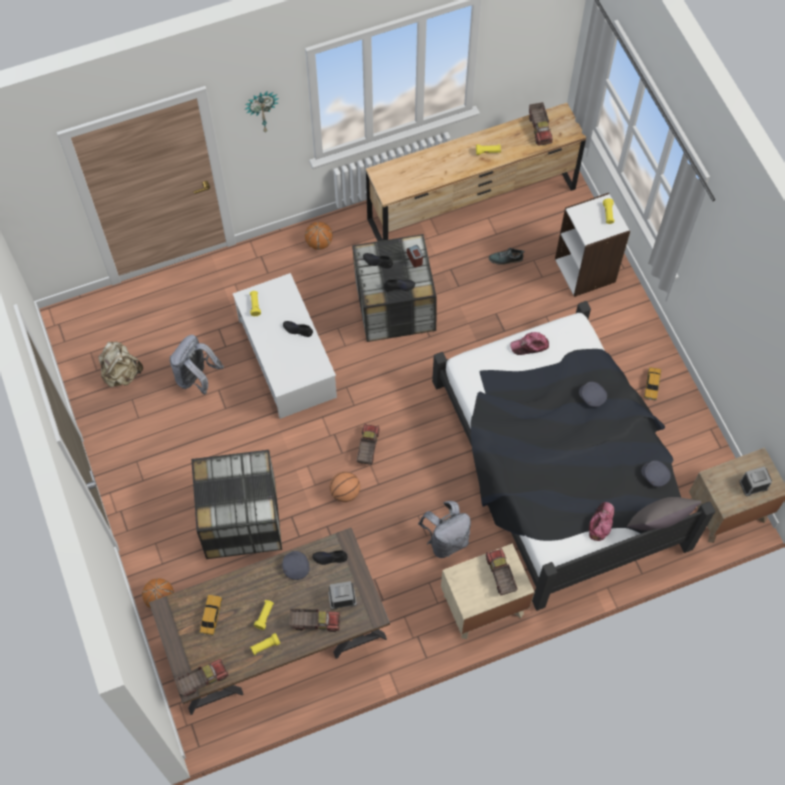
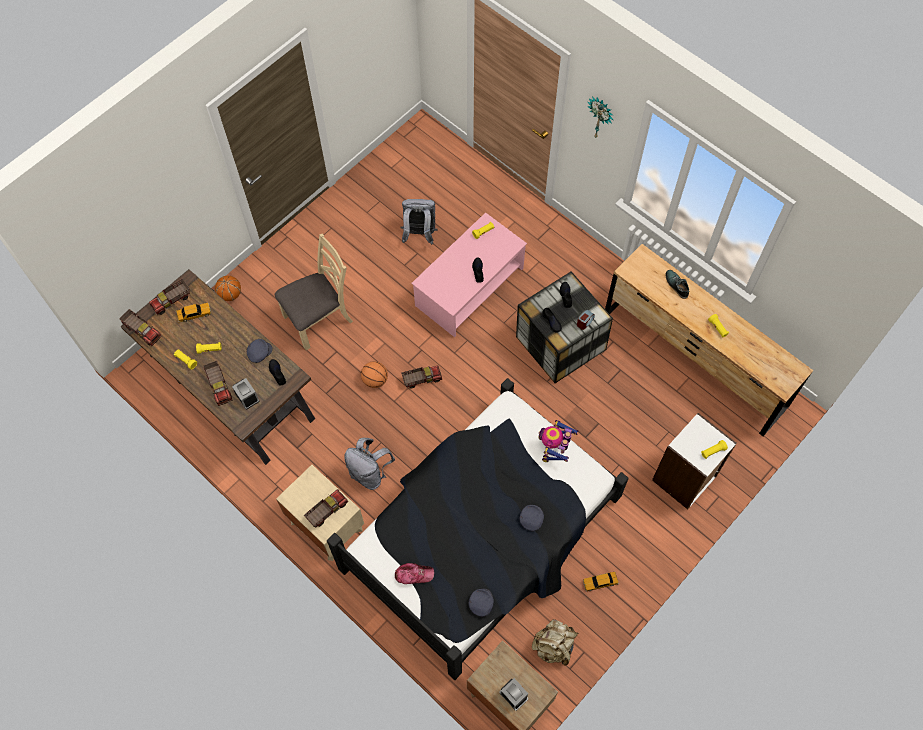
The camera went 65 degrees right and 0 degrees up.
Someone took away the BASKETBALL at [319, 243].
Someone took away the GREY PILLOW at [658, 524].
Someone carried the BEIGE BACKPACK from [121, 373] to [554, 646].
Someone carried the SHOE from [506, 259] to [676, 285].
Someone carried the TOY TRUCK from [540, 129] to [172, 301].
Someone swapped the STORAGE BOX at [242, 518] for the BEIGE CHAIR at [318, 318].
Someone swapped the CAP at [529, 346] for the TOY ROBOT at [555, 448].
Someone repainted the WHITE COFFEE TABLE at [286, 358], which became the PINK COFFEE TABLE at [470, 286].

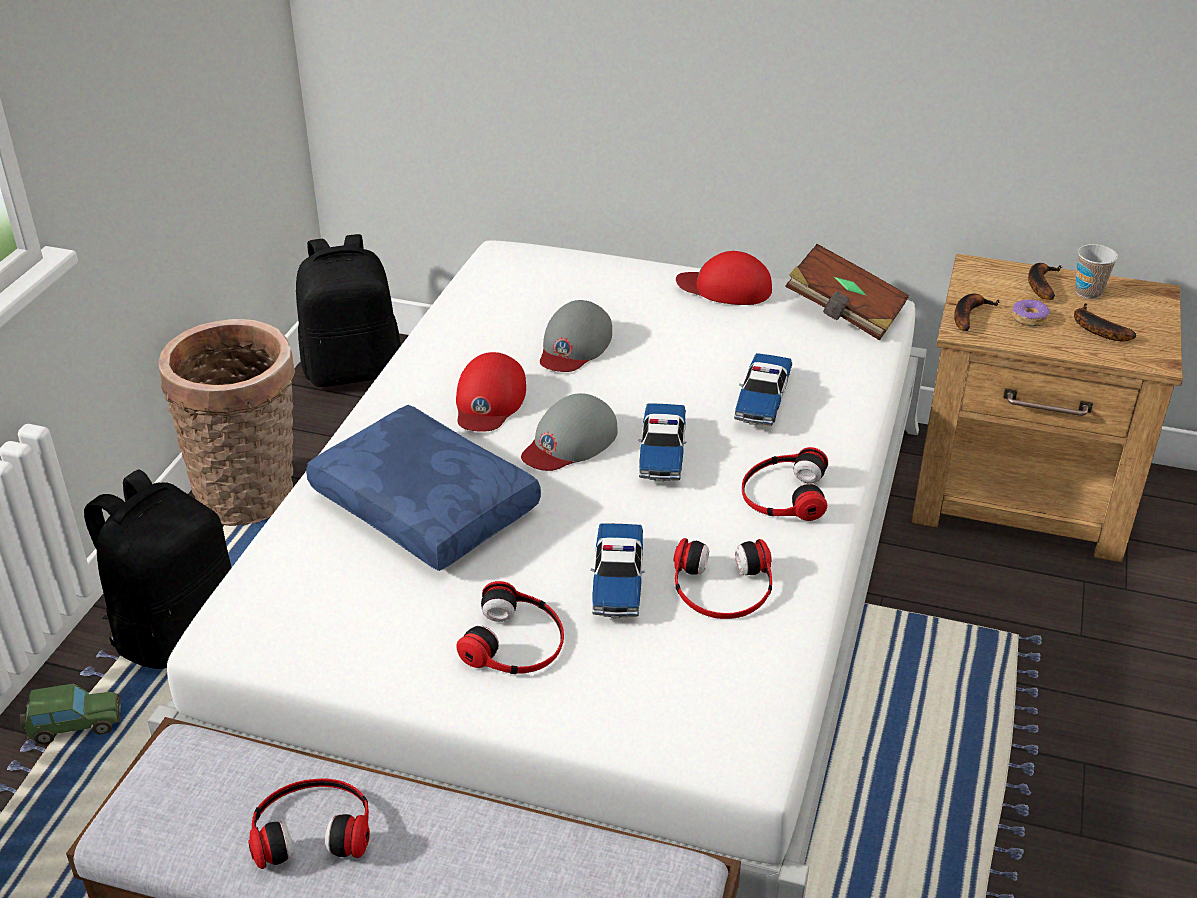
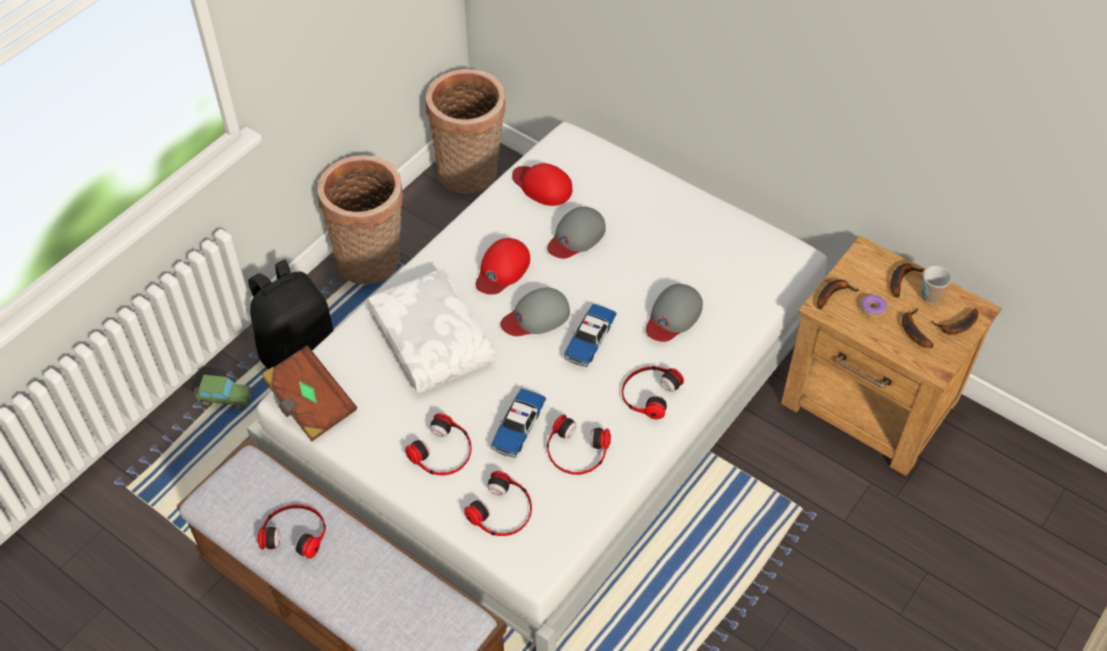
The camera went 20 degrees right and 15 degrees up.
Someone put down the HEADPHONES at [502, 511].
Someone put down the BANANA at [957, 327].
Someone carried the RED CAP from [725, 287] to [542, 186].
Someone carried the BROWN BOOK from [844, 312] to [310, 404].
Someone swapped the BLACK BACKPACK at [354, 370] for the BASKET at [471, 174].
Someone swapped the TOY CAR at [762, 399] for the GREY CAP at [673, 316].
Someone repainted the BLUE PILLOW at [428, 504], which became the WHITE PILLOW at [434, 340].

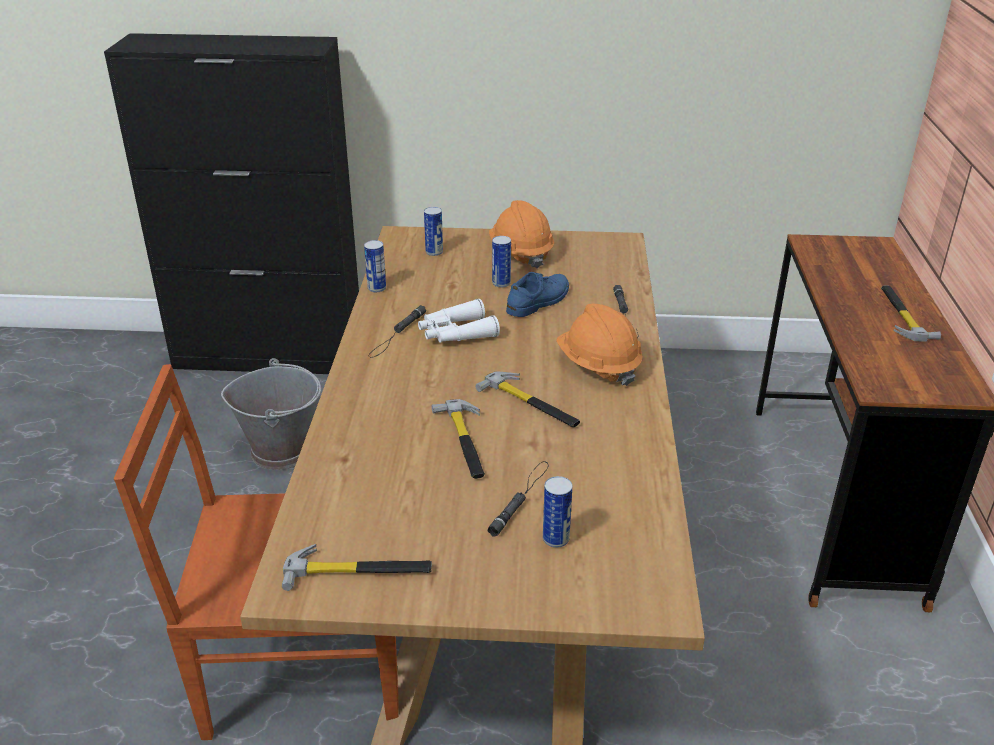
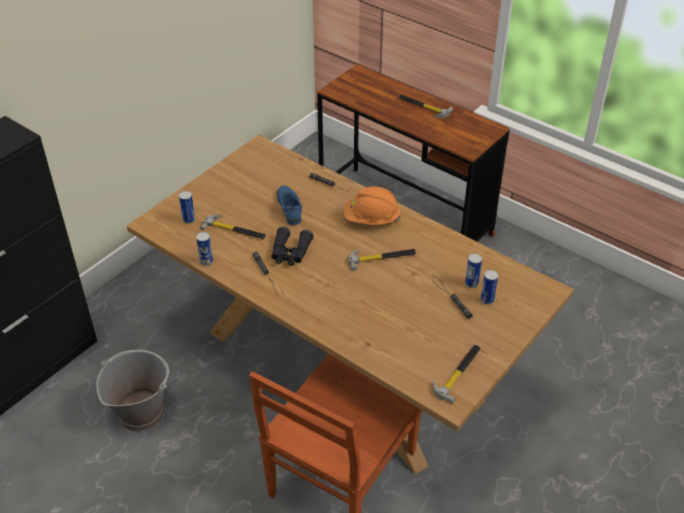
The camera went 55 degrees left and 10 degrees up.
Someone took away the ORANGE HARD HAT at [520, 253].
Someone carried the HAMMER from [465, 441] to [234, 230].
Someone carried the CAN from [501, 283] to [471, 283].
Someone repainted the WHITE BINOCULARS at [456, 333], which became the BLACK BINOCULARS at [290, 253].

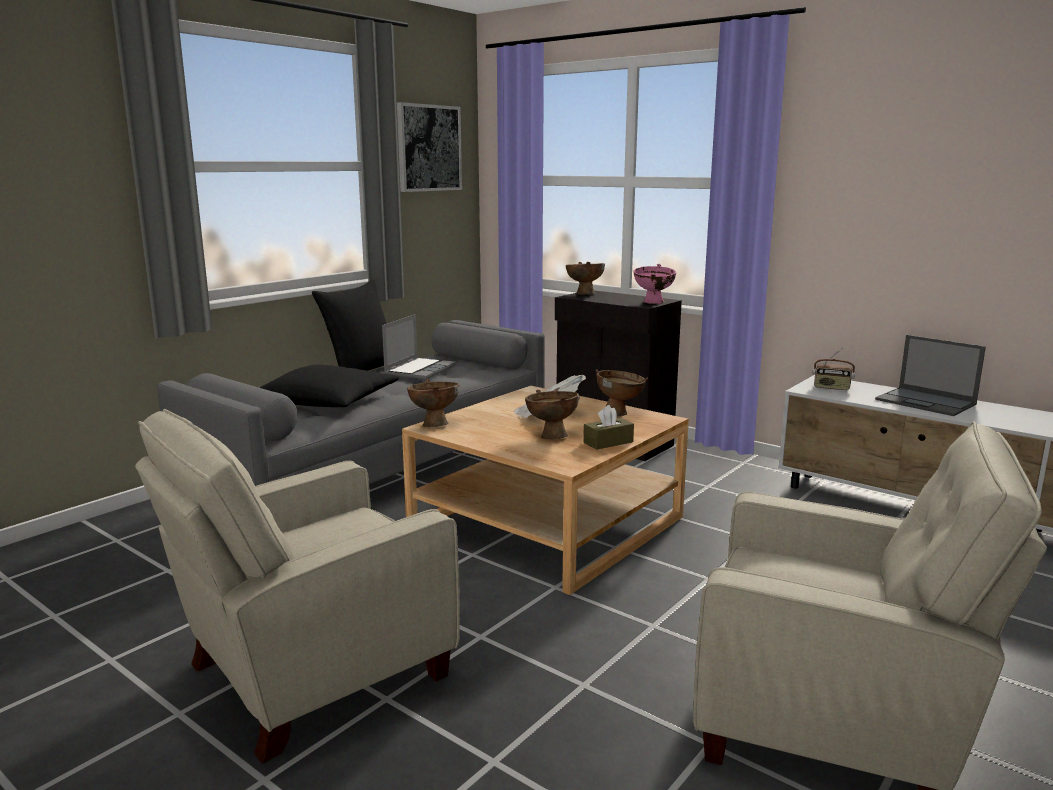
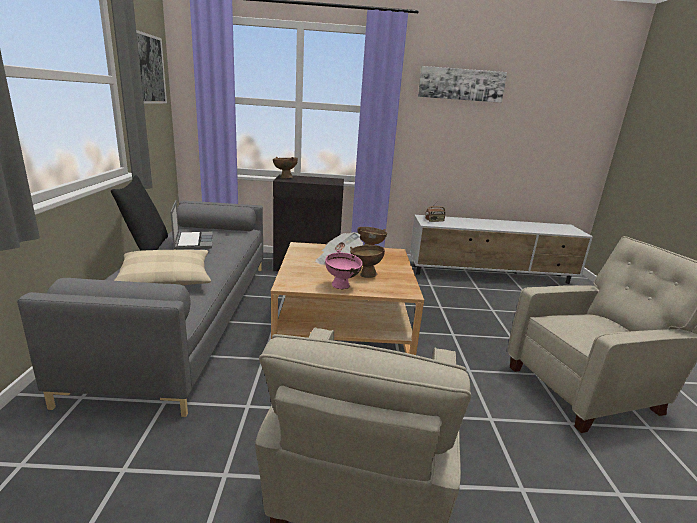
The camera went 40 degrees left and 5 degrees up.
Someone took away the BROWN BOWL at [434, 423].
Someone took away the BROWN TISSUE BOX at [608, 442].
Someone took away the LAPTOP at [926, 402].
Someone put up the PICTURE at [461, 84].
Someone carried the PINK BOWL from [653, 303] to [342, 287].
Someone repainted the BLACK PILLOW at [329, 401], which became the BEIGE PILLOW at [166, 279].

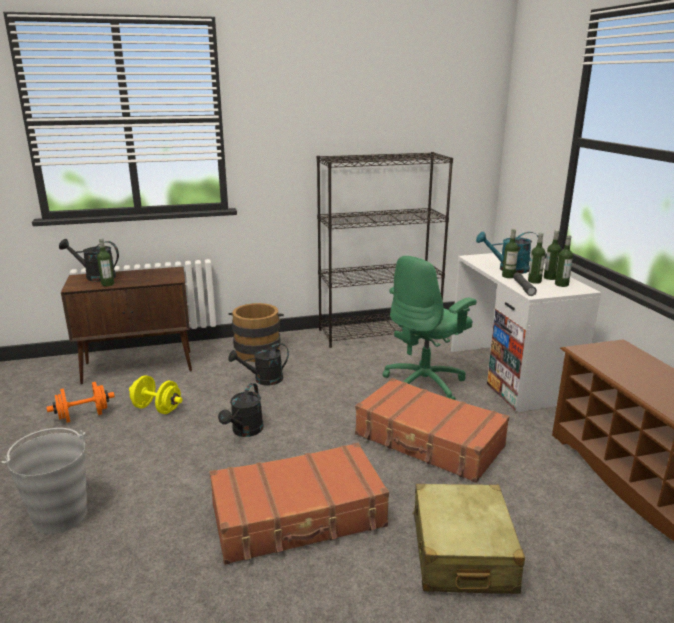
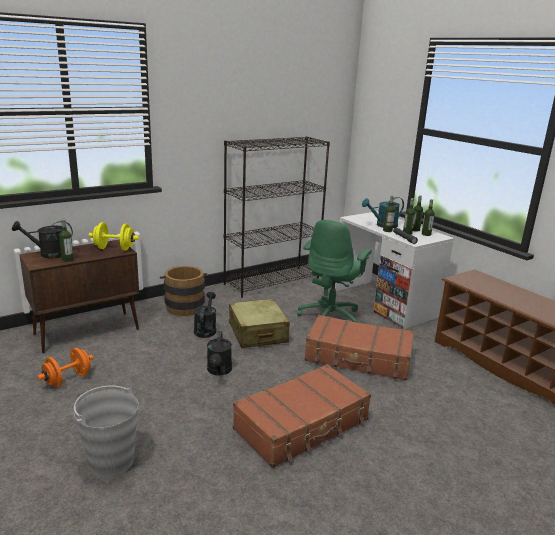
The camera went 20 degrees left and 0 degrees up.
Someone carried the YELLOW DUMBBELL from [157, 408] to [114, 249].
Someone carried the BEIGE SUITCASE from [462, 553] to [257, 333].
Someone rotated the BLACK WATERING CAN at [263, 380] by 135 degrees clockwise.

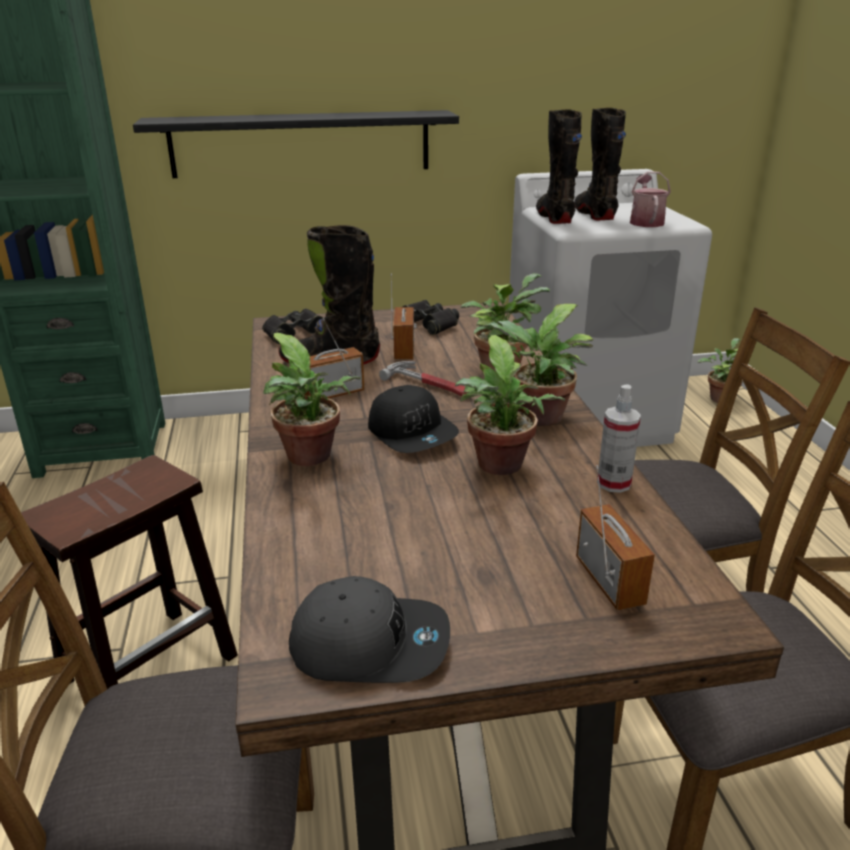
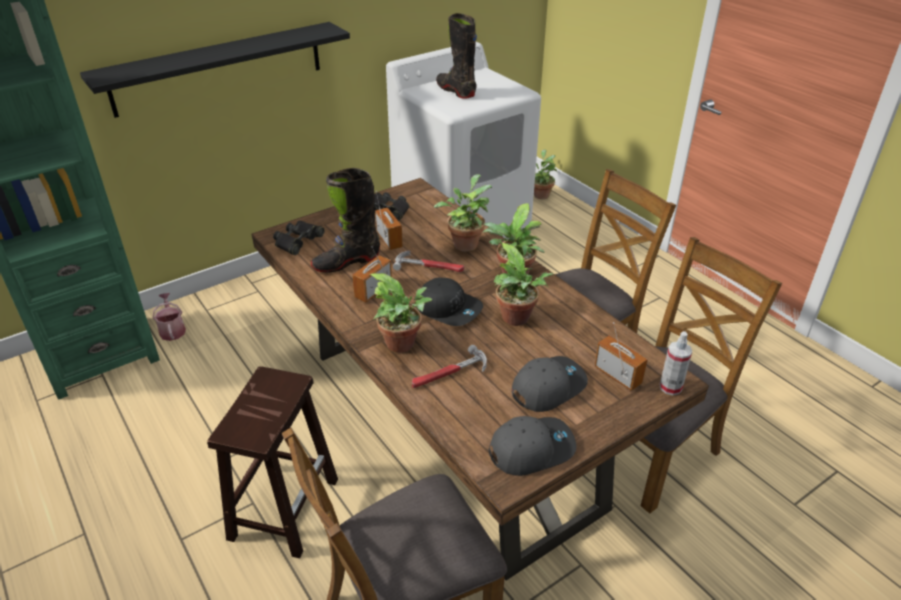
The camera went 25 degrees left and 10 degrees up.
Someone took away the BLACK BOOT at [554, 217].
Someone put down the HAMMER at [449, 373].
Someone put down the GREY CAP at [548, 386].
Someone carried the SPRAY BOTTLE from [614, 483] to [670, 387].
Someone carried the WATERING CAN from [645, 221] to [172, 330].

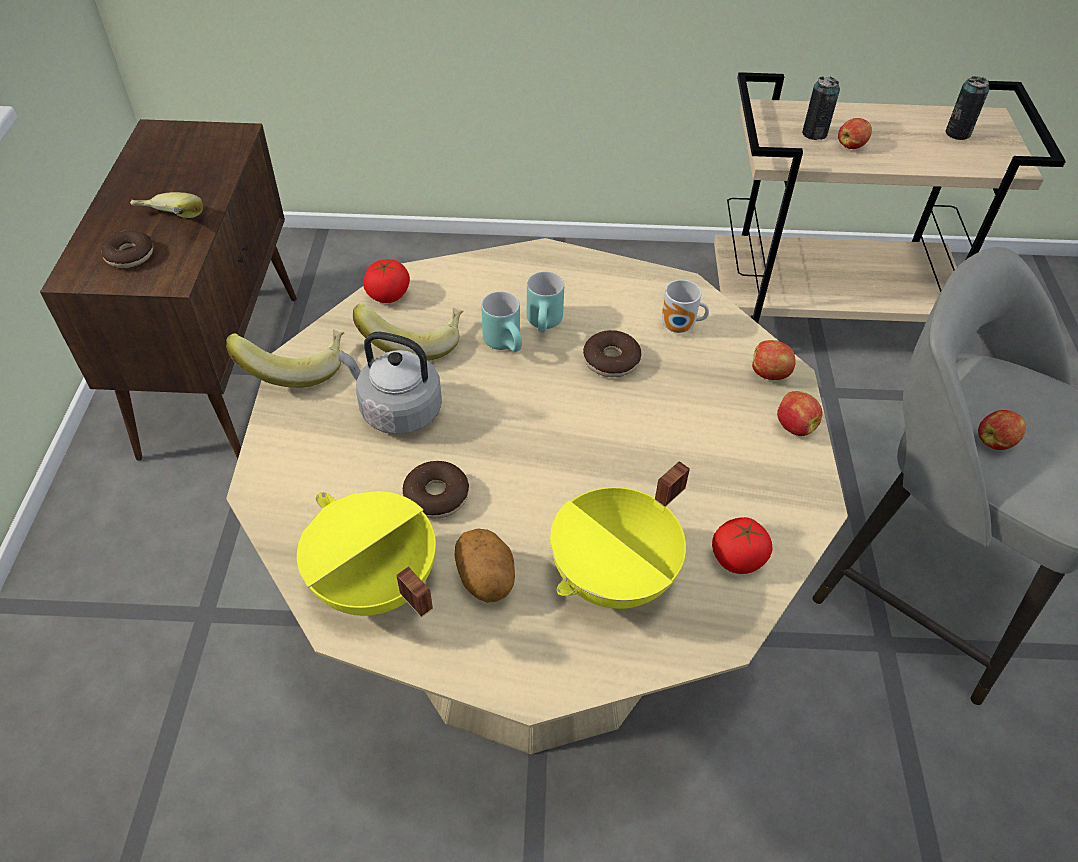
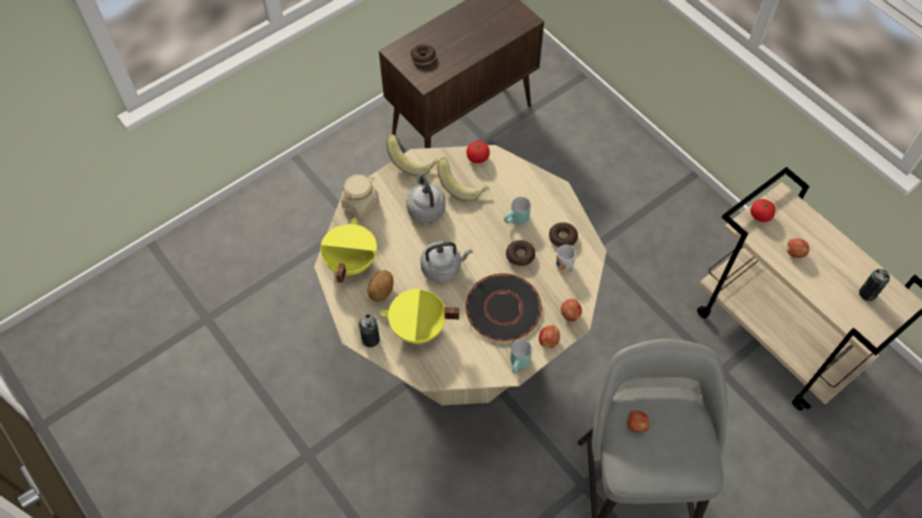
The camera went 50 degrees right and 10 degrees up.
Someone took away the BANANA at [170, 225].
Someone put down the BEIGE JAR at [361, 204].
Someone put down the GREY KETTLE at [443, 268].
Someone put down the BLACK PLATE at [503, 308].
Someone carried the DONUT from [436, 496] to [562, 238].
Someone carried the TURQUOISE MUG from [508, 344] to [520, 364].
Someone carried the TOMATO from [737, 558] to [760, 215].
Someone carried the CAN from [814, 133] to [370, 339].

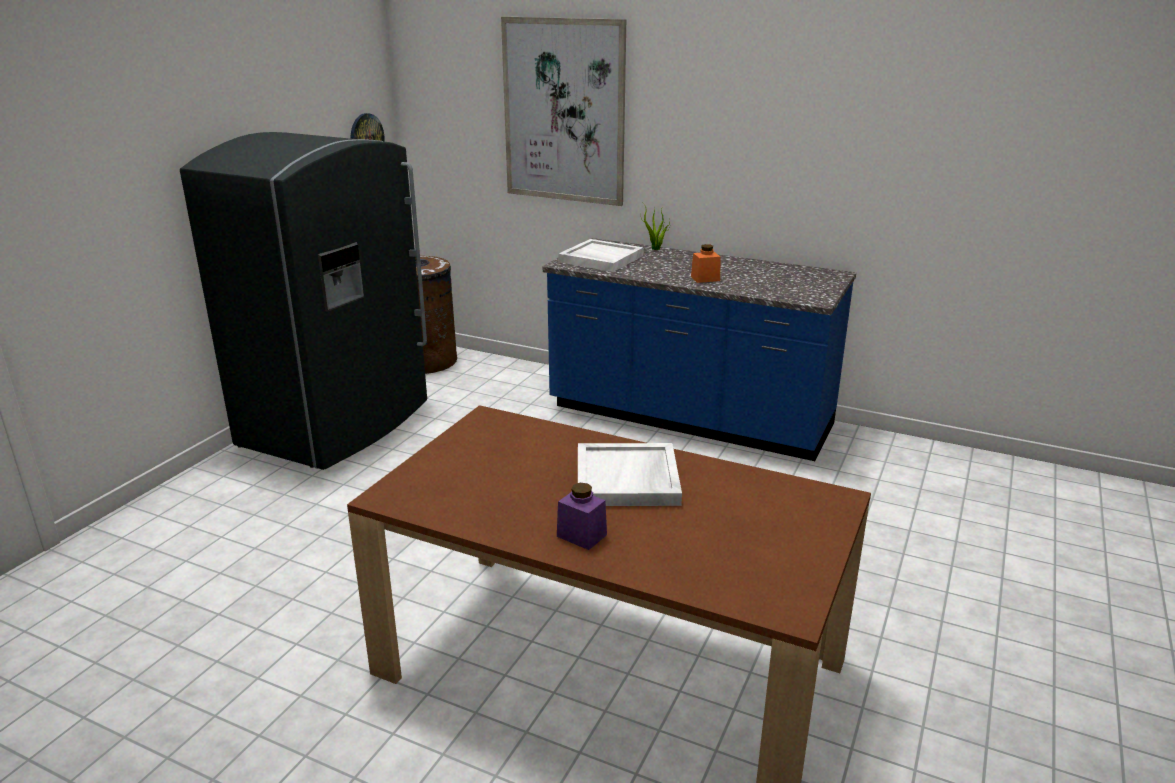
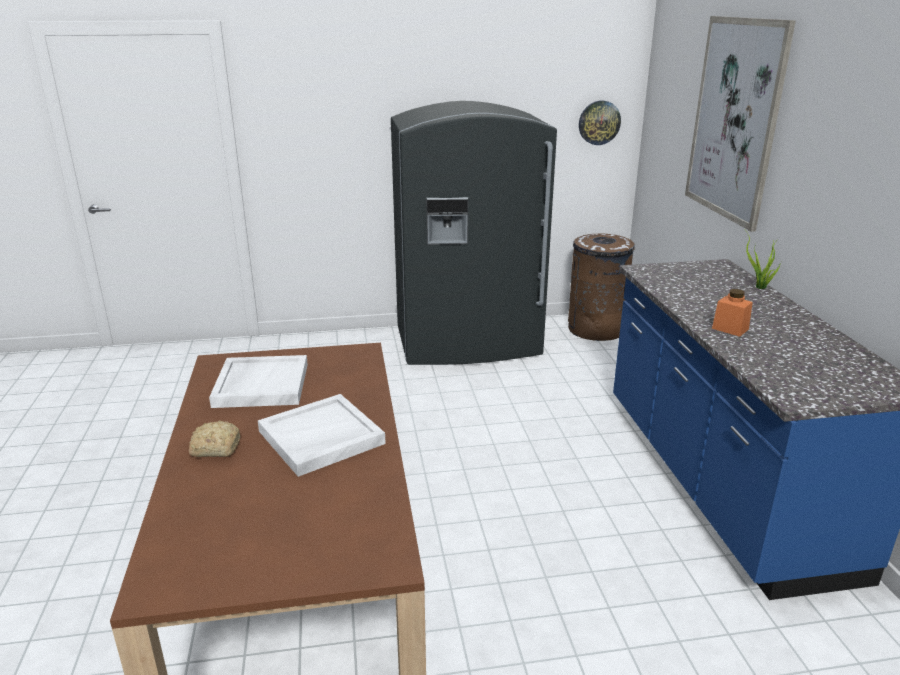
The camera went 55 degrees right and 0 degrees up.
Someone carried the WHITE TRAY from [600, 259] to [261, 384].
Someone swapped the PURPLE JAR at [581, 535] for the BREAD at [215, 448].

